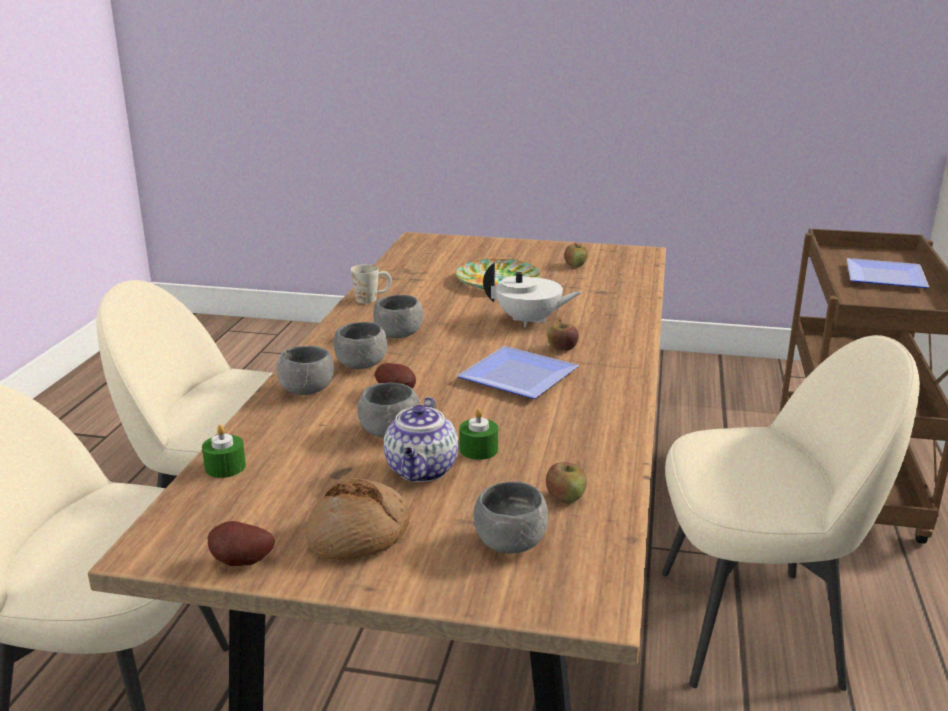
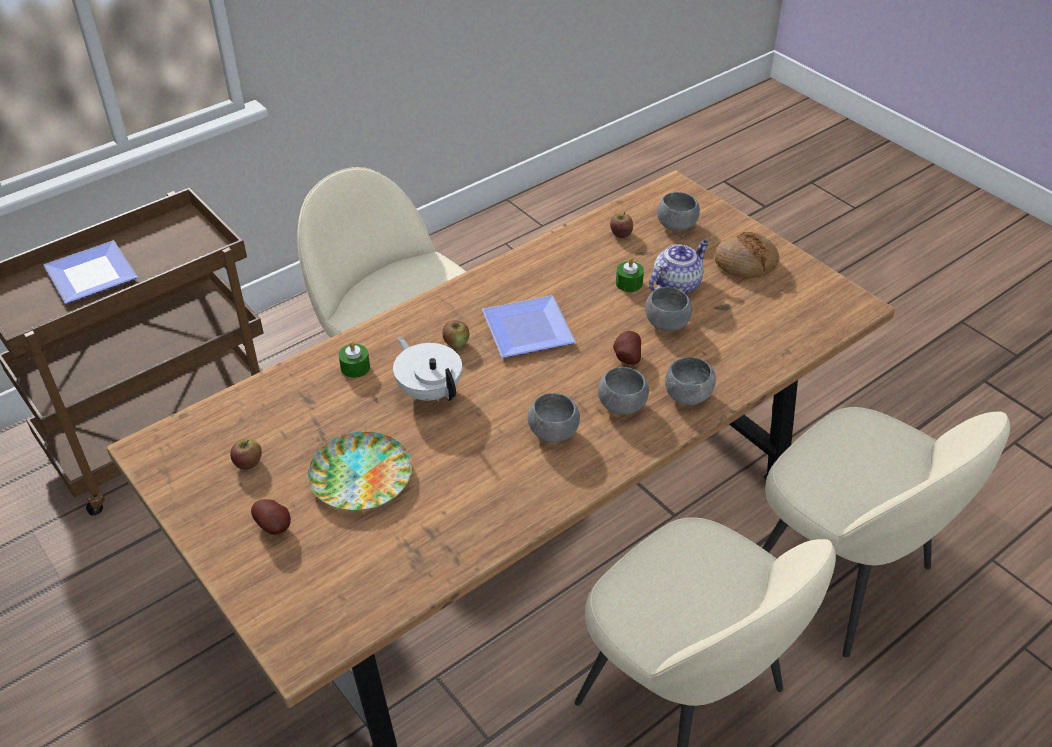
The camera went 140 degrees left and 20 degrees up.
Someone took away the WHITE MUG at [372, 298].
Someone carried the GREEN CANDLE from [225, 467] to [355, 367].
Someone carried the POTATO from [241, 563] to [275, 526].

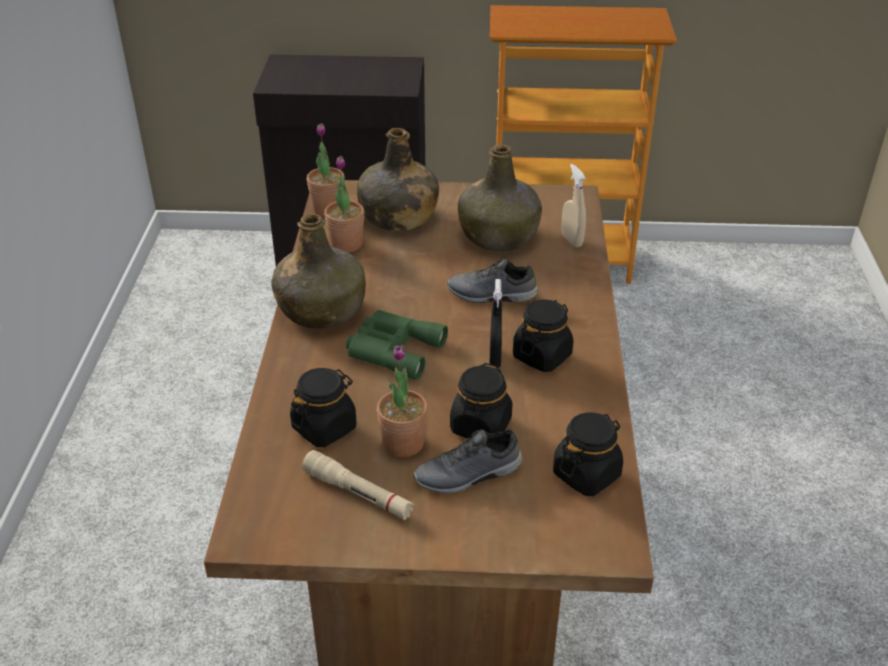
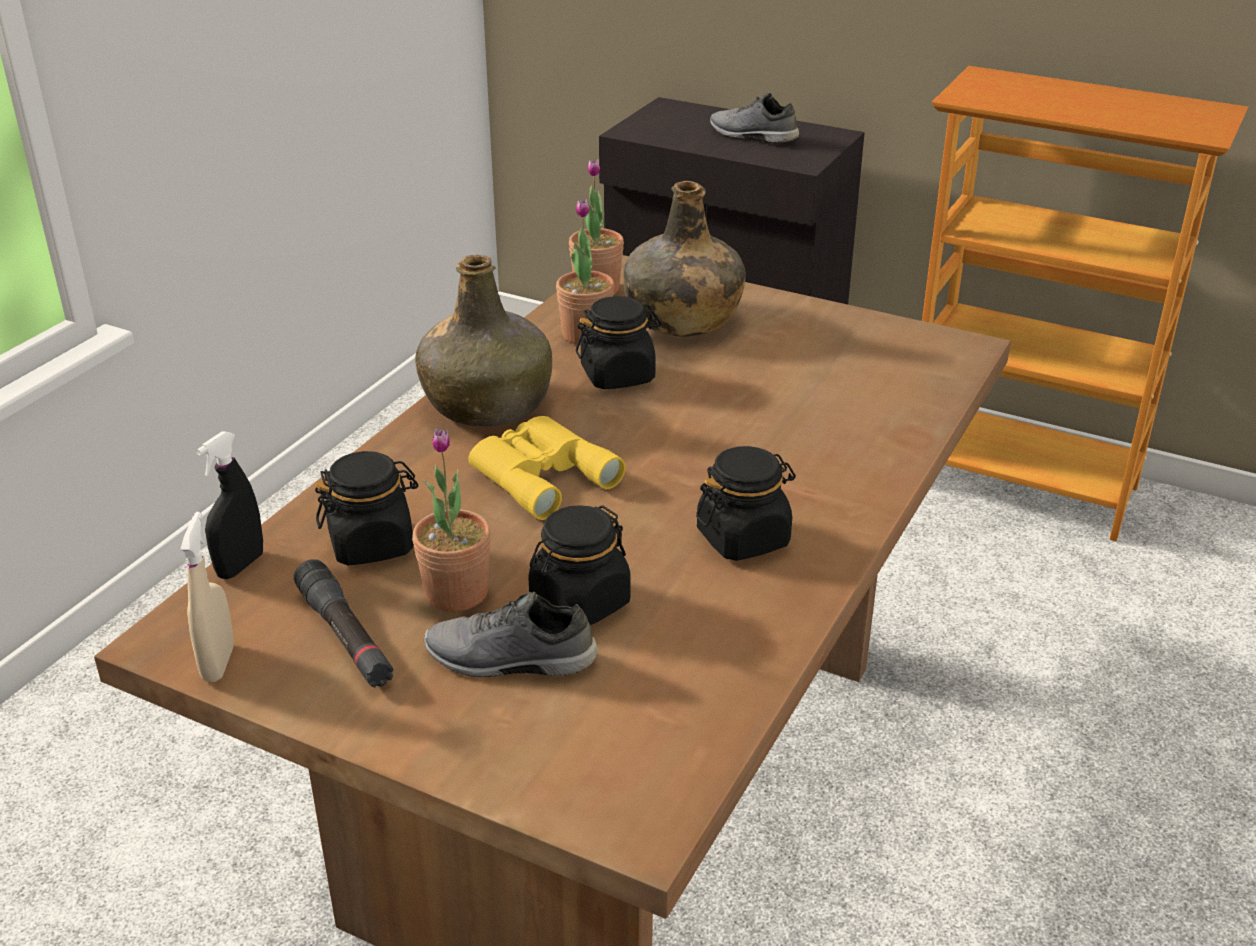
The camera went 25 degrees right and 5 degrees down.
Someone took away the GREEN BOTTLE at [499, 236].
Someone carried the GREY SHOE from [491, 295] to [752, 136].
Someone carried the BLACK SPRAY BOTTLE from [495, 358] to [240, 566].
Someone carried the BLACK JAR from [586, 474] to [618, 375].
Someone carried the BEIGE SPRAY BOTTLE from [571, 240] to [218, 663].
Someone repainted the BEIGE FLASHLIGHT at [358, 493], which became the BLACK FLASHLIGHT at [345, 636].
Someone repainted the GREEN BINOCULARS at [392, 349], which became the YELLOW BINOCULARS at [540, 474].

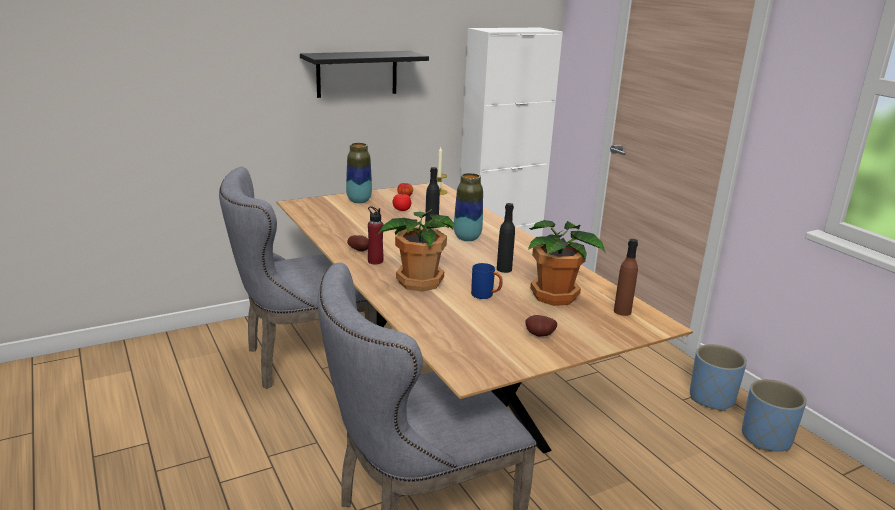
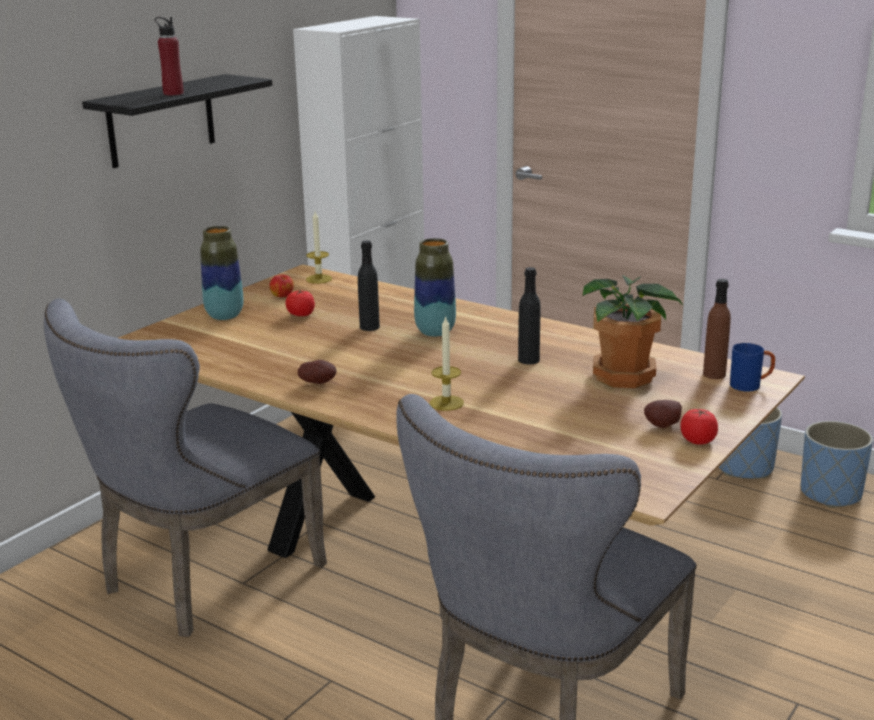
The camera went 25 degrees left and 0 degrees up.
Someone put down the TOMATO at [697, 440].
Someone carried the RED BOTTLE from [375, 261] to [173, 93].
Someone carried the BLUE MUG from [486, 295] to [750, 386].
Someone swapped the POTTED PLANT at [418, 282] for the CANDLE at [446, 403].

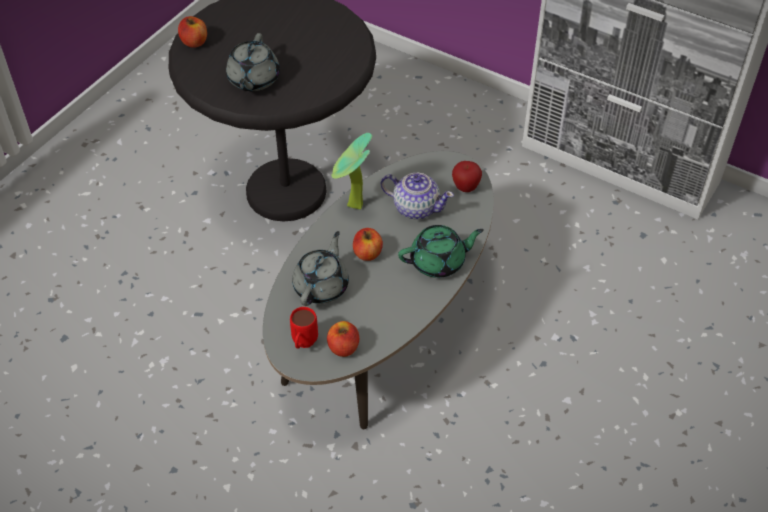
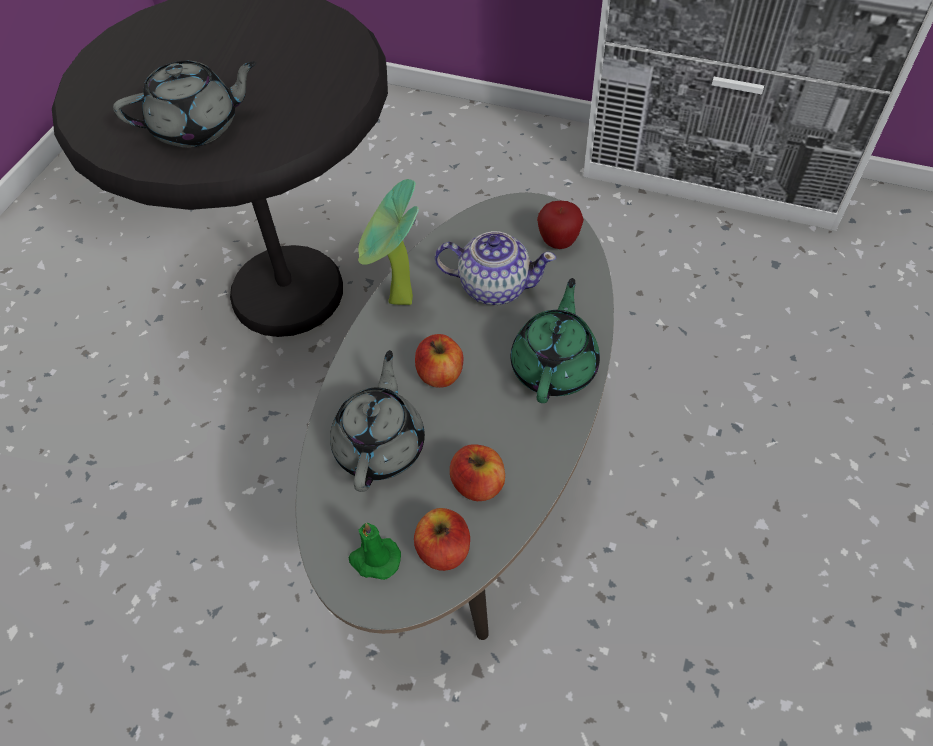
The camera went 10 degrees left and 5 degrees up.
Someone carried the APPLE from [194, 42] to [478, 484].
Someone swapped the RED MUG at [303, 345] for the GREEN CANDLE at [374, 559].
Someone rotated the GREY TEAPOT at [253, 80] by 105 degrees counterclockwise.
Someone rotated the GREEN TEAPOT at [439, 262] by 45 degrees counterclockwise.

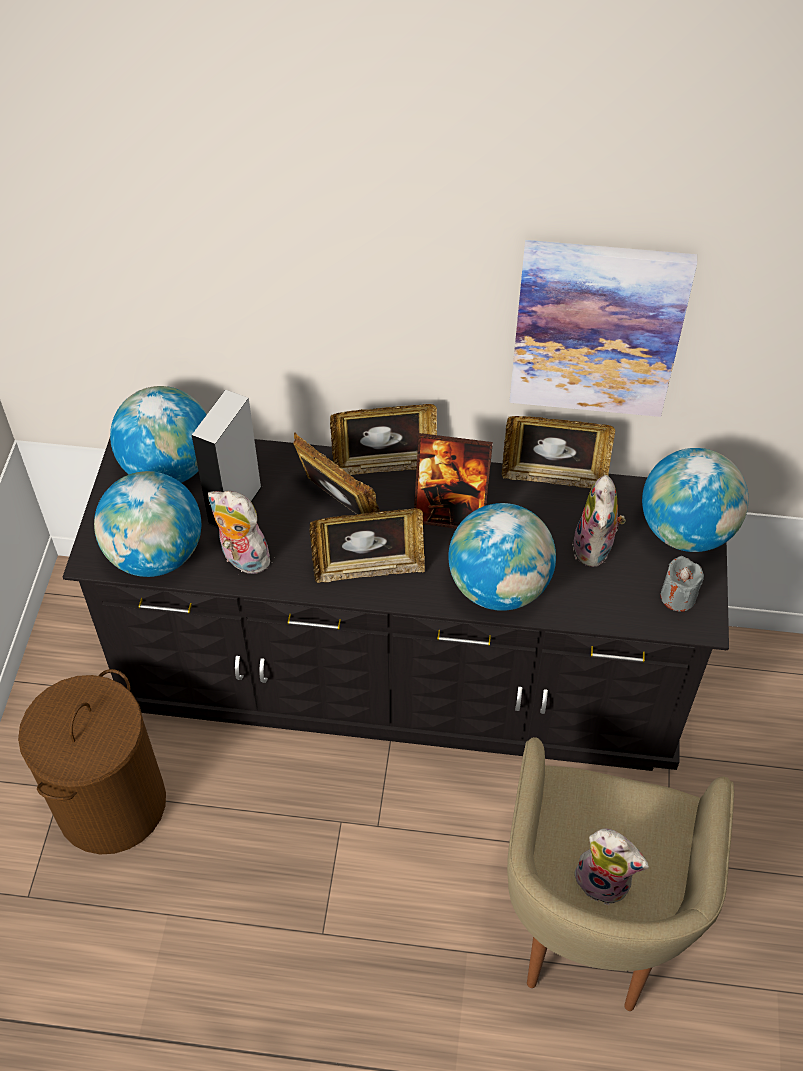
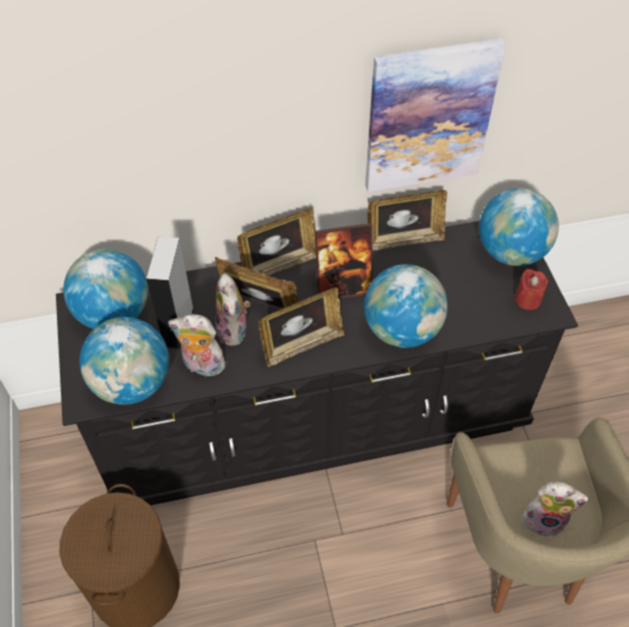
The camera went 20 degrees left and 0 degrees up.
Someone carried the PLUSH TOY from [595, 549] to [235, 331].
Someone repainted the GREY CANDLE at [678, 597], which became the RED CANDLE at [527, 299].

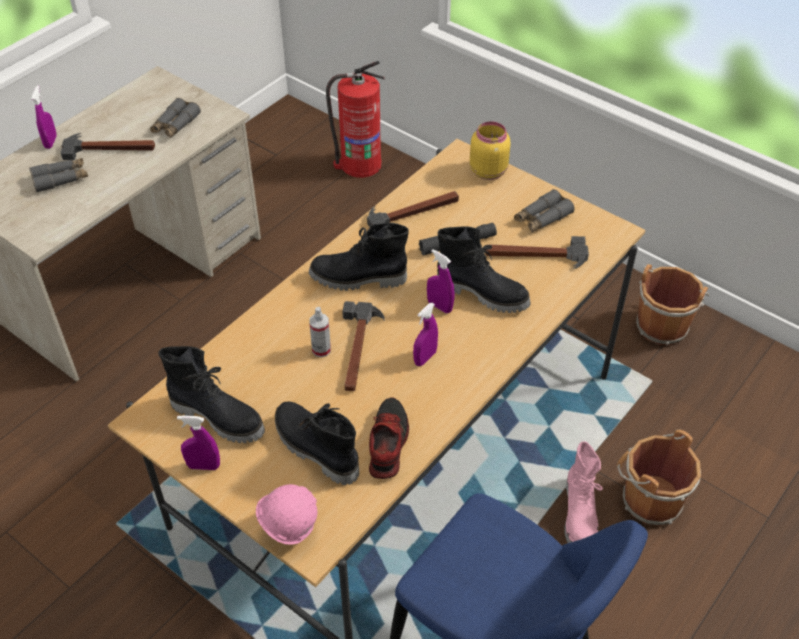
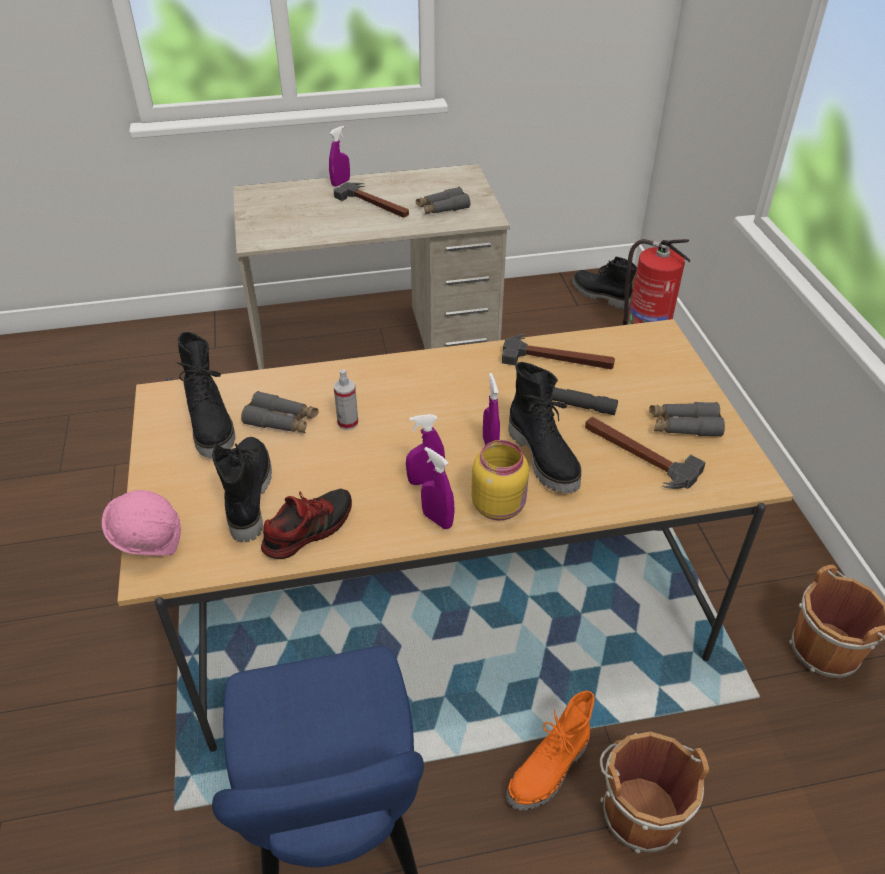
The camera went 40 degrees right and 5 degrees down.
Someone took away the HAMMER at [358, 349].
Someone carried the GREY BINOCULARS from [61, 179] to [282, 421].
Someone carried the PURPLE SPRAY BOTTLE from [203, 466] to [437, 520].
Someone carried the BLACK BOOT from [358, 279] to [599, 295].
Someone carried the YELLOW JAR from [488, 171] to [499, 505].
Someone repainted the PINK BOOT at [580, 515], which became the ORANGE BOOT at [549, 771].

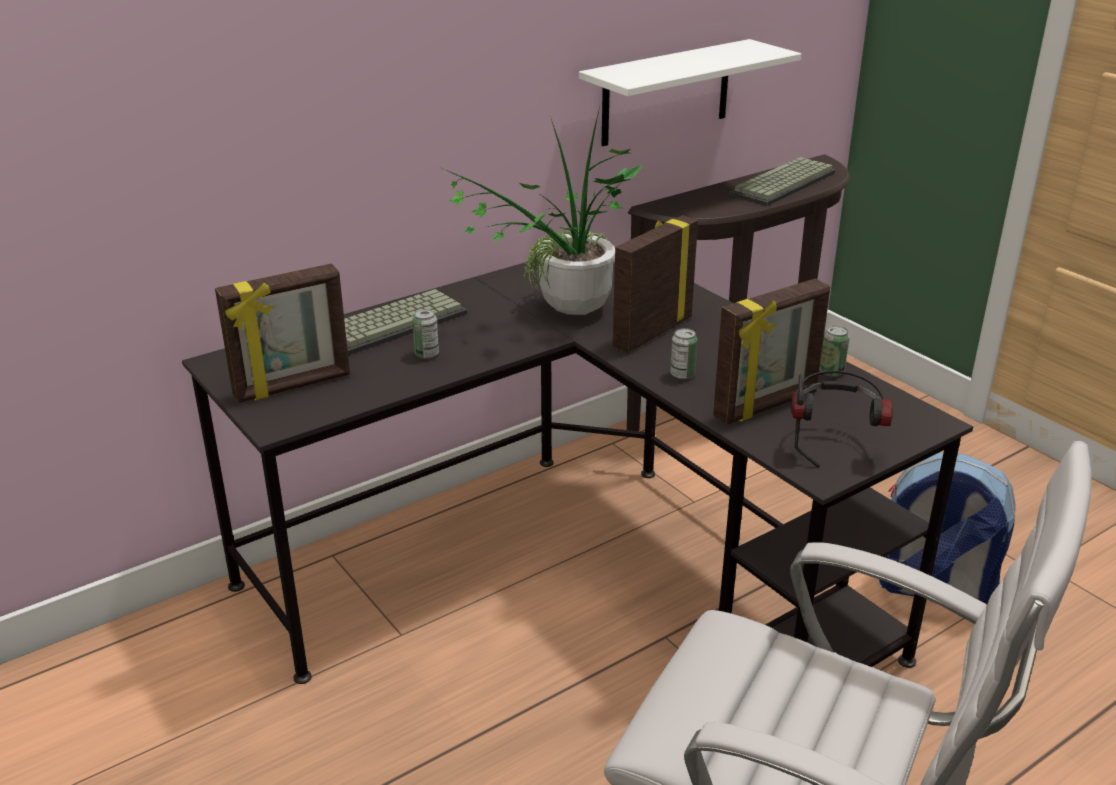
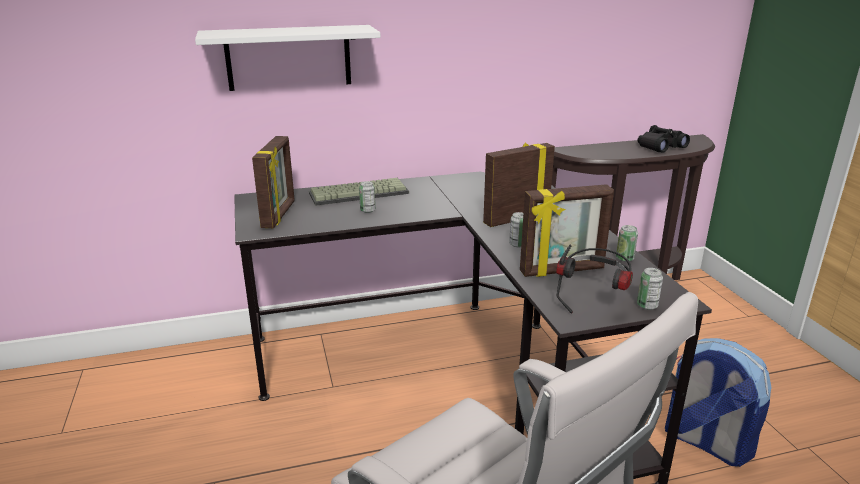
The camera went 20 degrees right and 5 degrees down.
Someone took away the POTTED PLANT at [563, 313].
Someone put down the CAN at [647, 305].
Someone carried the WHITE SHELF from [666, 93] to [288, 57].
Someone swapped the KEYBOARD at [784, 184] for the BLACK BINOCULARS at [660, 147].
Someone rotated the PICTURE FRAME at [293, 386] by 75 degrees counterclockwise.

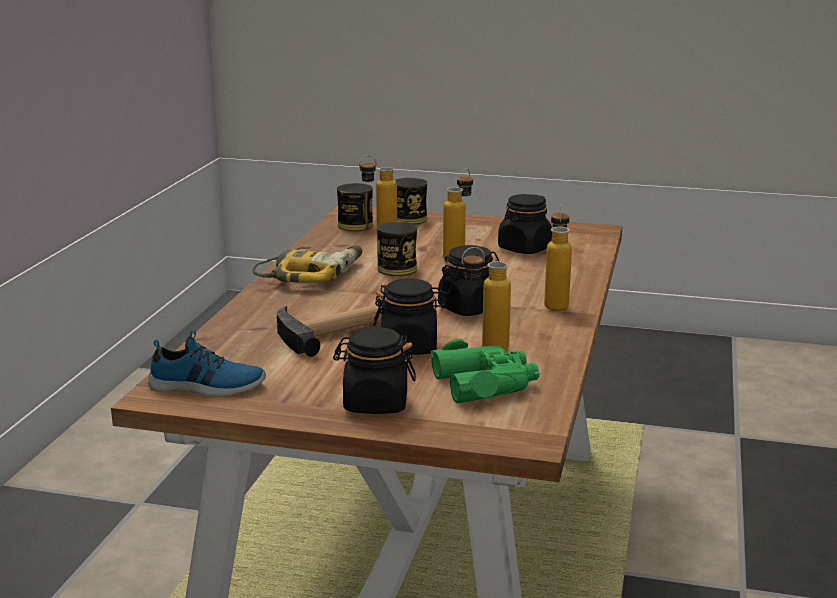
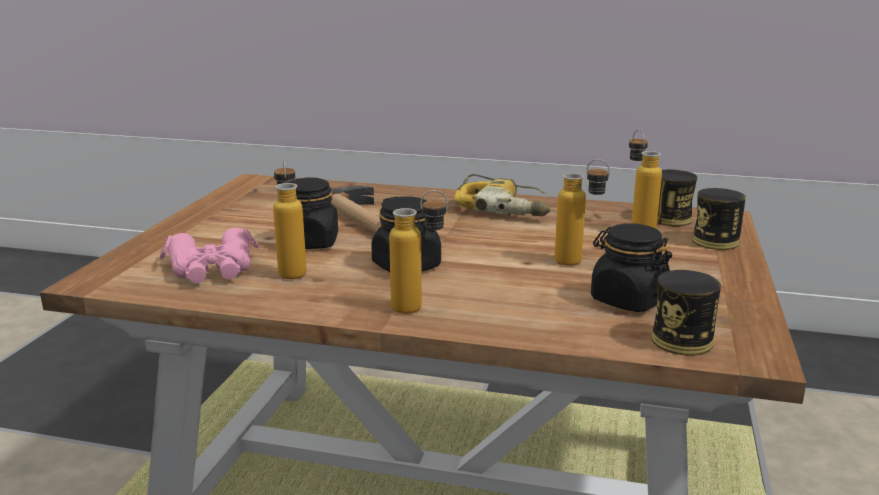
The camera went 90 degrees right and 0 degrees up.
Someone took away the SHOE at [207, 386].
Someone took away the BLACK JAR at [375, 403].
Someone carried the CAN from [397, 269] to [681, 341].
Someone repainted the GREEN BINOCULARS at [486, 383], which became the PINK BINOCULARS at [212, 269].

